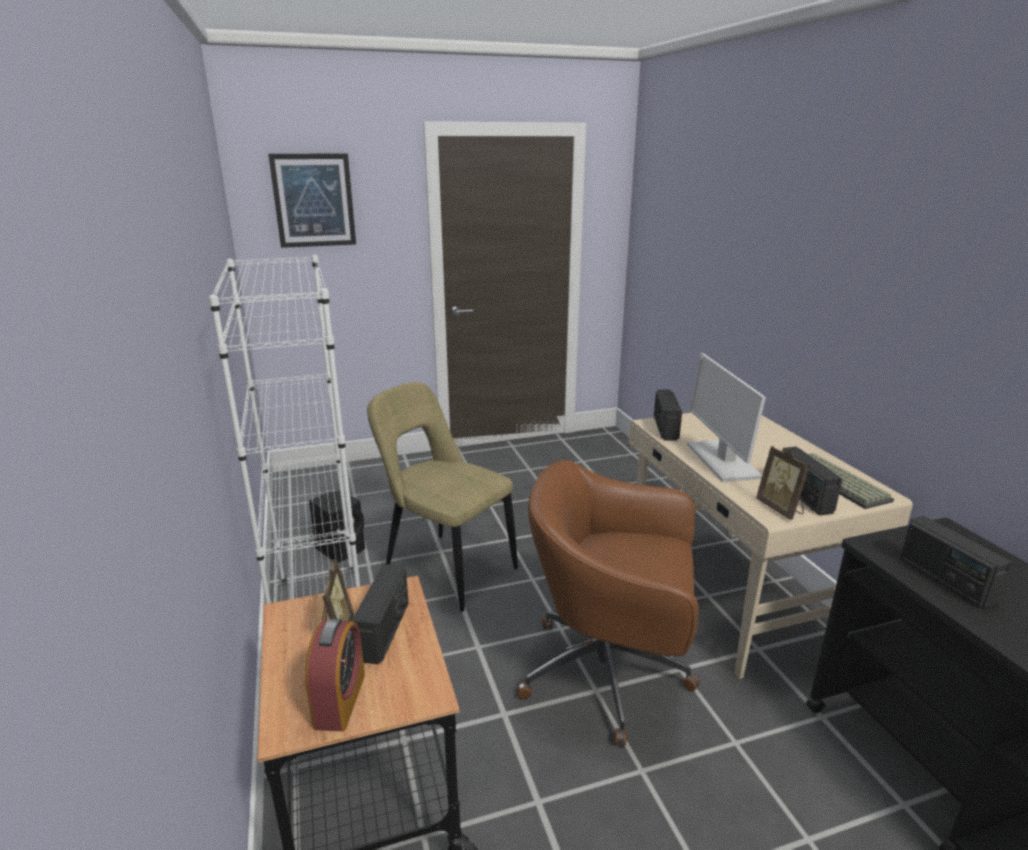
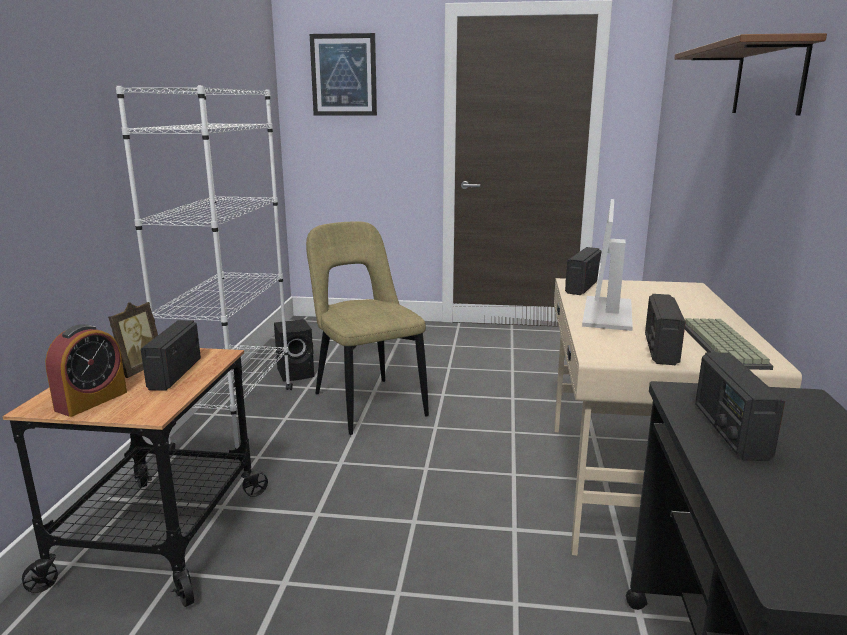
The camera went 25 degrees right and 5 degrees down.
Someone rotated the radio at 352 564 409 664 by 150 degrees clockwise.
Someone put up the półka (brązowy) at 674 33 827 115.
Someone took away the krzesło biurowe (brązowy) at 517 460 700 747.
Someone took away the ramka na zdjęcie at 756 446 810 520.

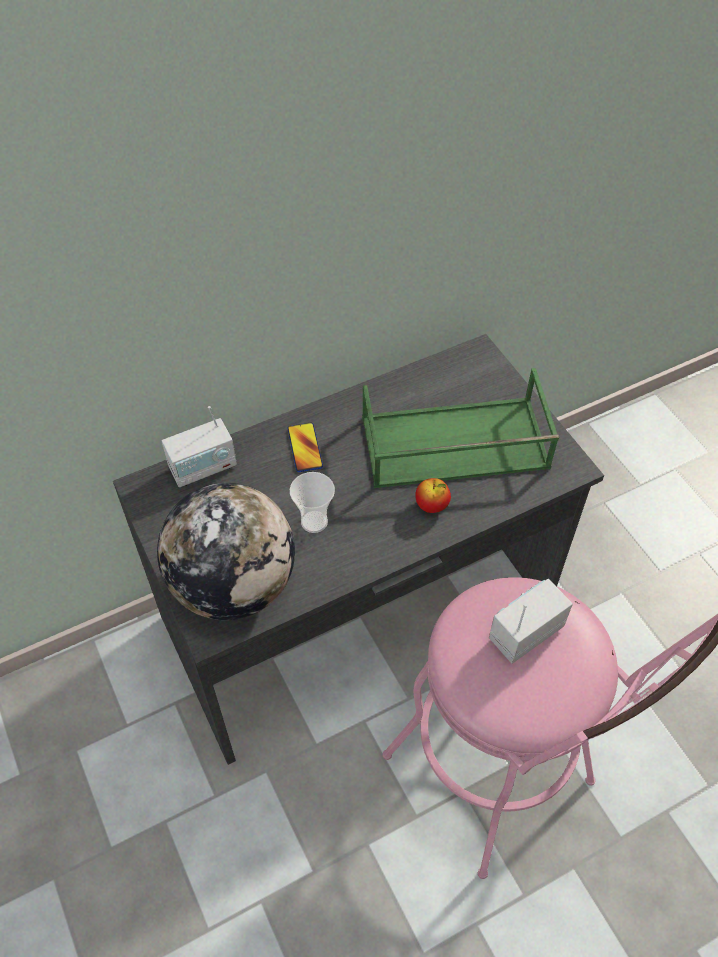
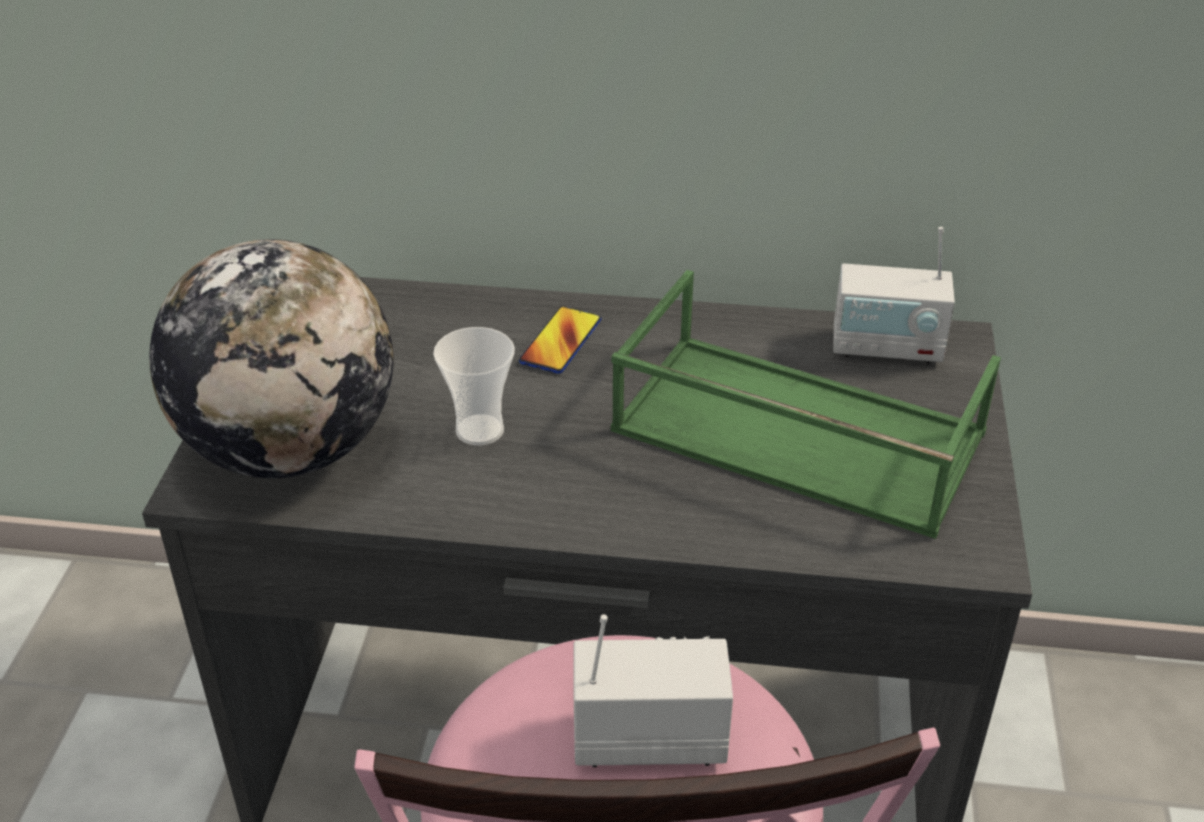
The camera went 35 degrees right and 15 degrees down.
Someone carried the radio from 162 406 237 487 to 833 227 955 364.
Someone took away the jabłko at 415 478 451 513.

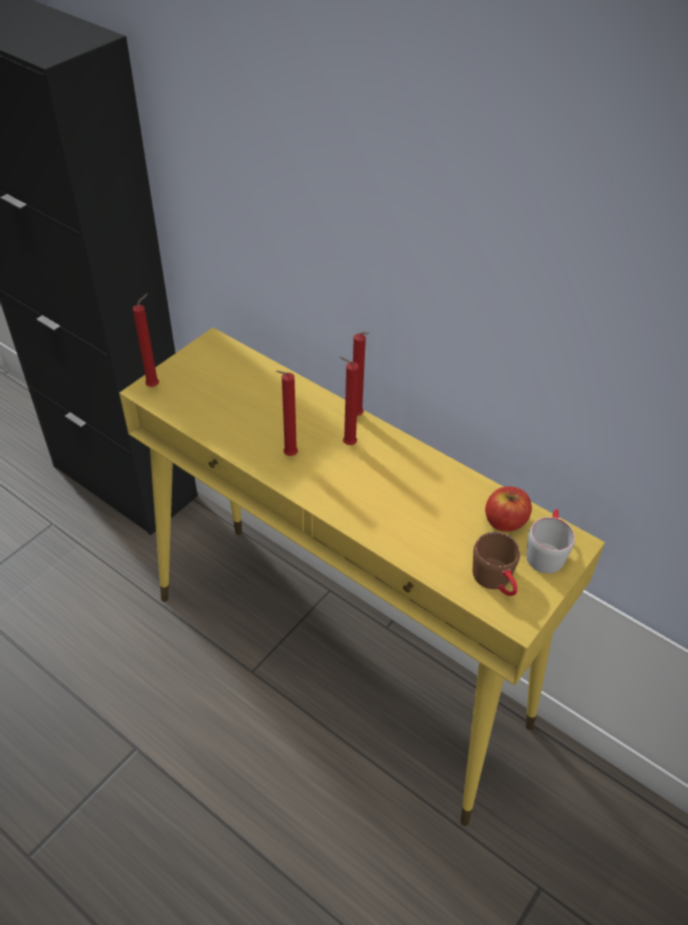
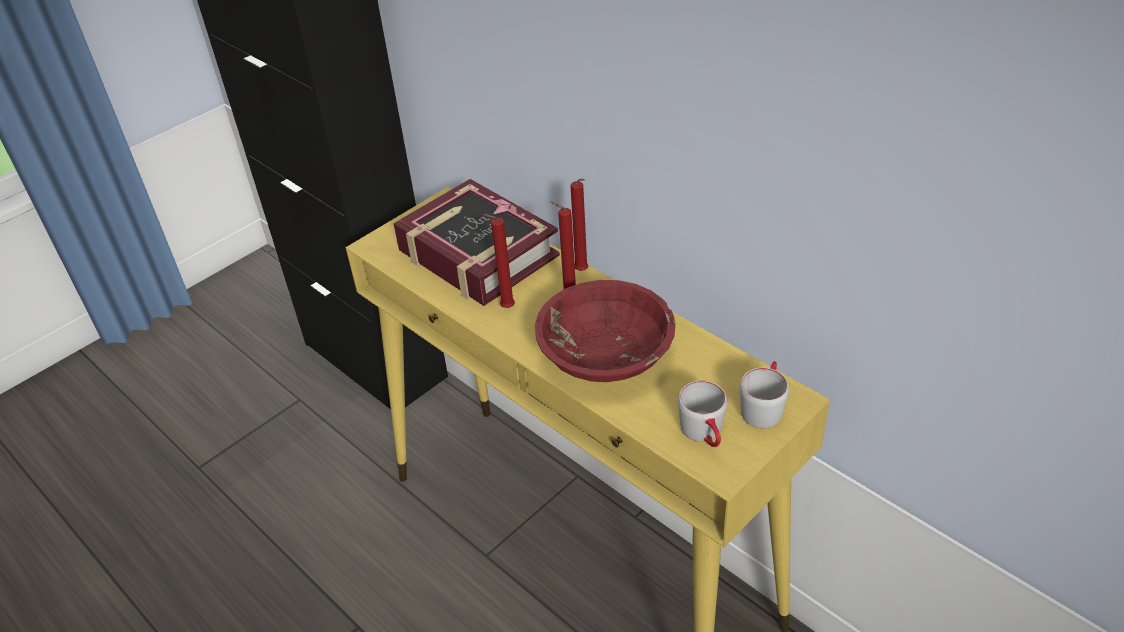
The camera went 10 degrees right and 5 degrees down.
Someone put down the książka at 393 179 560 306.
Someone put down the miska (czerwony) at 535 280 676 382.
Someone repainted the kubek (brązowy) at 473 532 520 596, which became the kubek (szary) at 678 381 727 447.
Someone took away the świeca (czerwony) at 132 294 159 387.
Someone took away the jabłko at 485 486 532 532.

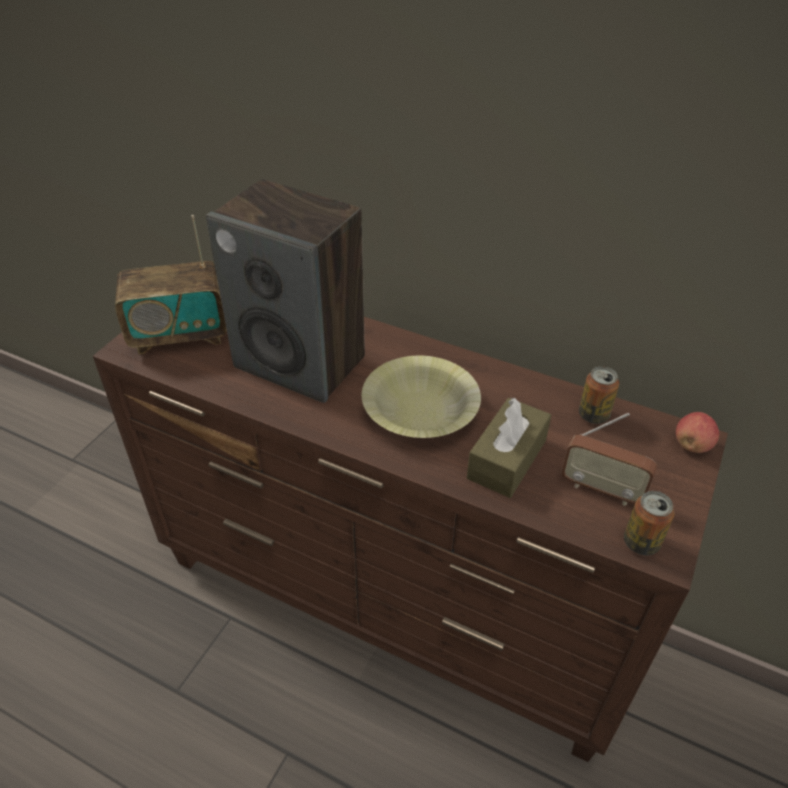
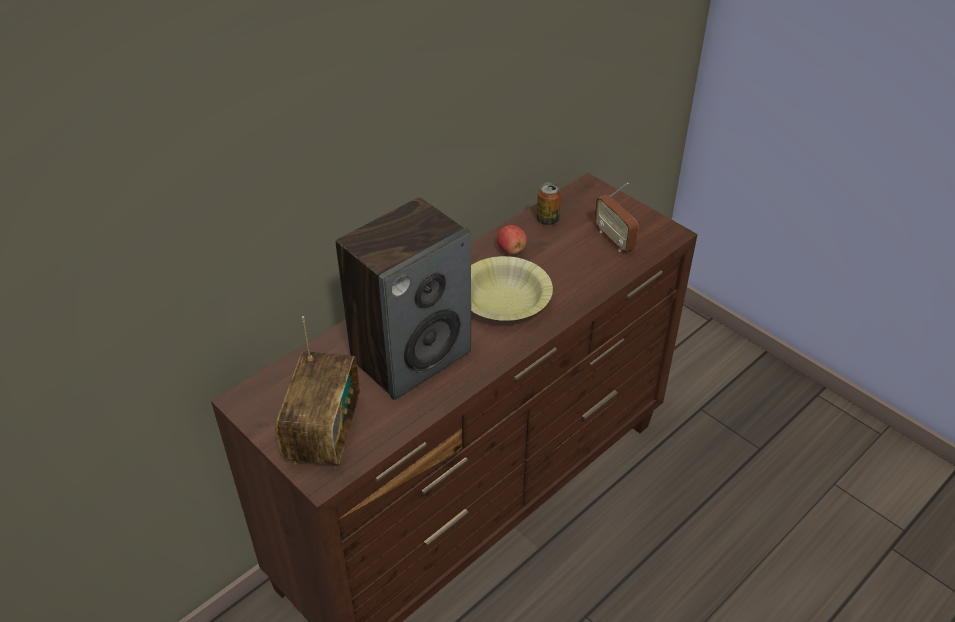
The camera went 70 degrees left and 0 degrees up.
Someone carried the jabłko from 676 412 719 453 to 497 225 527 254.
Someone rotated the radio at 562 413 657 506 by 105 degrees clockwise.
Someone took away the pudełko chusteczek (brązowy) at 467 398 551 498.
Someone took away the puszka at 624 491 674 555.

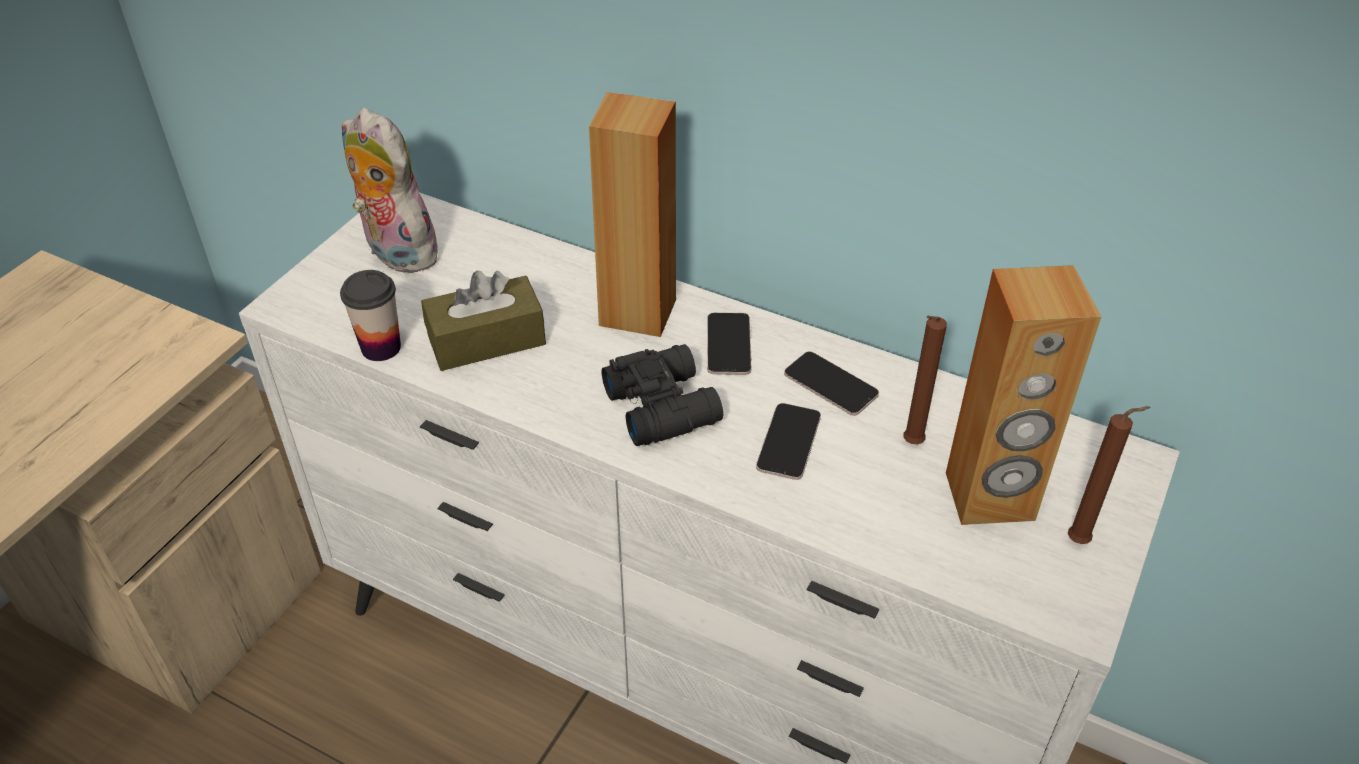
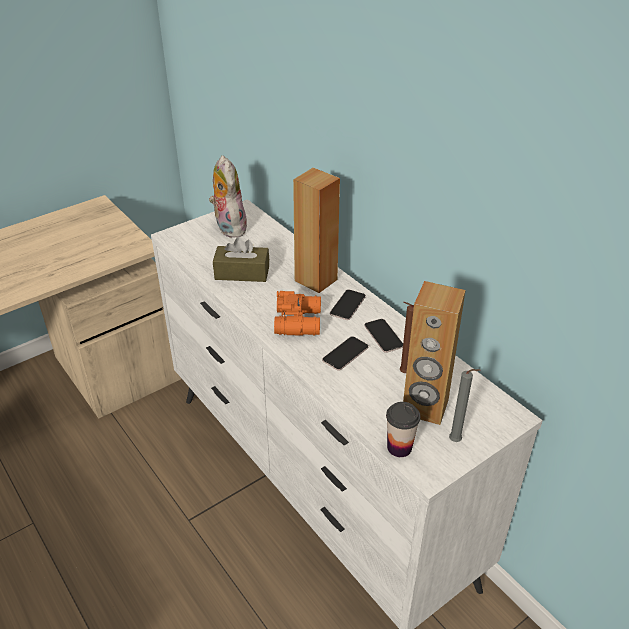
The camera went 25 degrees right and 5 degrees down.
Someone repainted the lornetka (czarny) at 601 344 723 446, which became the lornetka (pomarańczowy) at 274 291 321 336.
Someone carried the filiżanka from 340 270 401 361 to 386 402 420 457.
Someone repainted the świeca (brązowy) at 1068 406 1150 544, which became the świeca (szary) at 449 369 480 442.

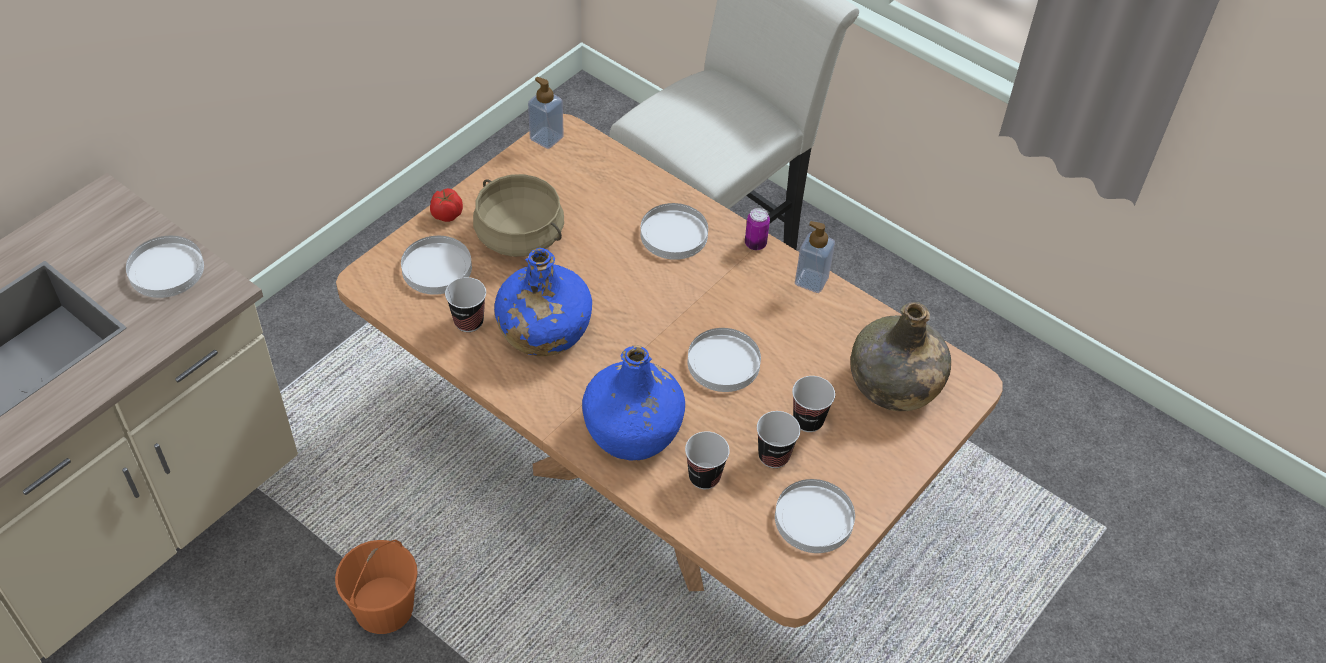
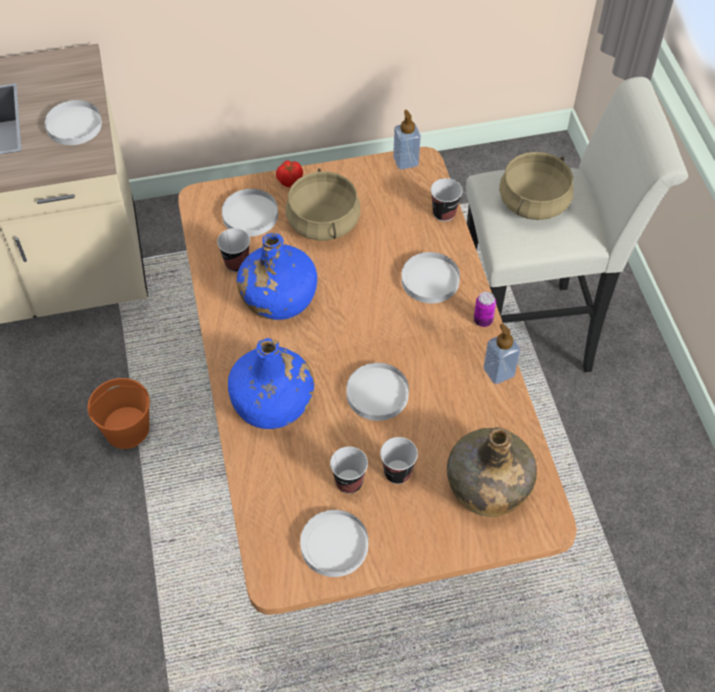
The camera went 40 degrees right and 5 degrees up.
Someone carried the filiżanka from 685 431 730 489 to 431 178 463 222.
Someone put down the garnek (beżowy) at 499 152 574 220.

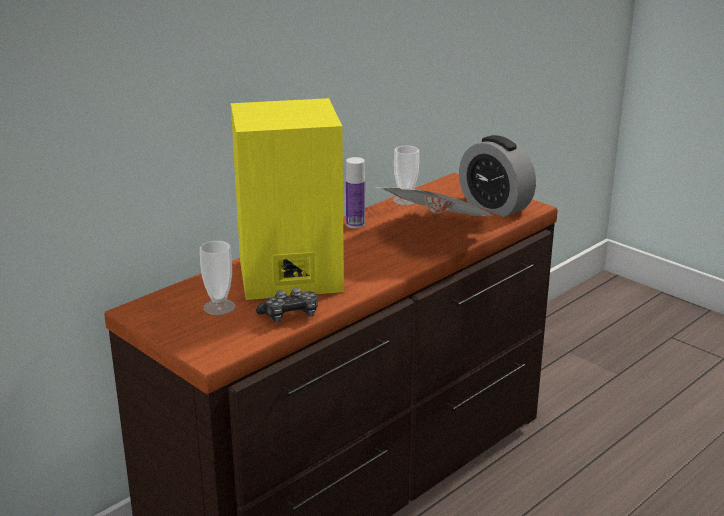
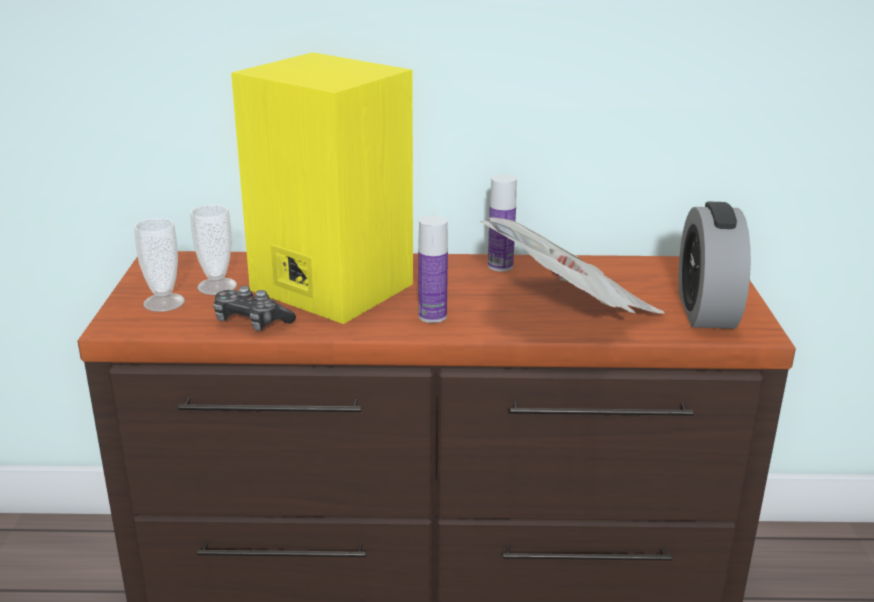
The camera went 45 degrees right and 0 degrees up.
Someone carried the filiżanka from 393 146 419 206 to 134 218 185 312.
Someone put down the butelka at 418 215 448 323.

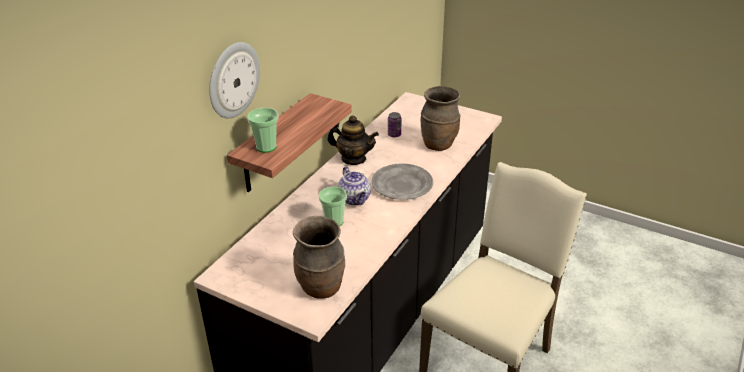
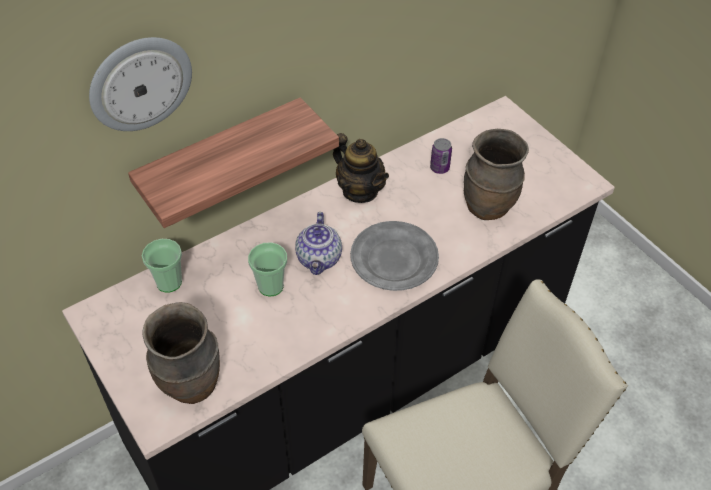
The camera went 25 degrees right and 15 degrees up.
Someone carried the filiżanka from 247 108 278 153 to 142 239 182 293.

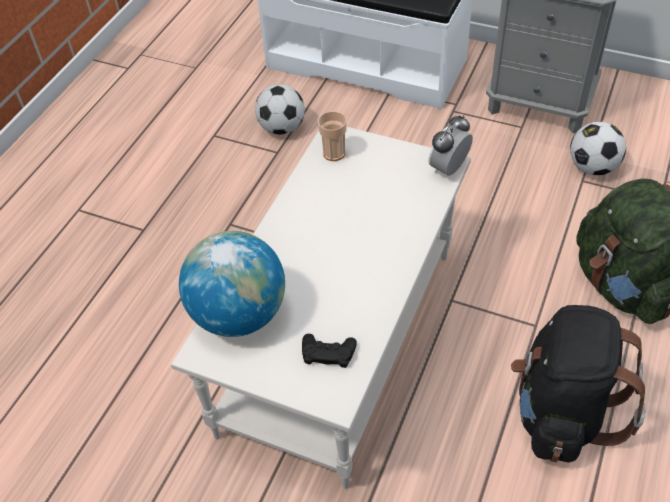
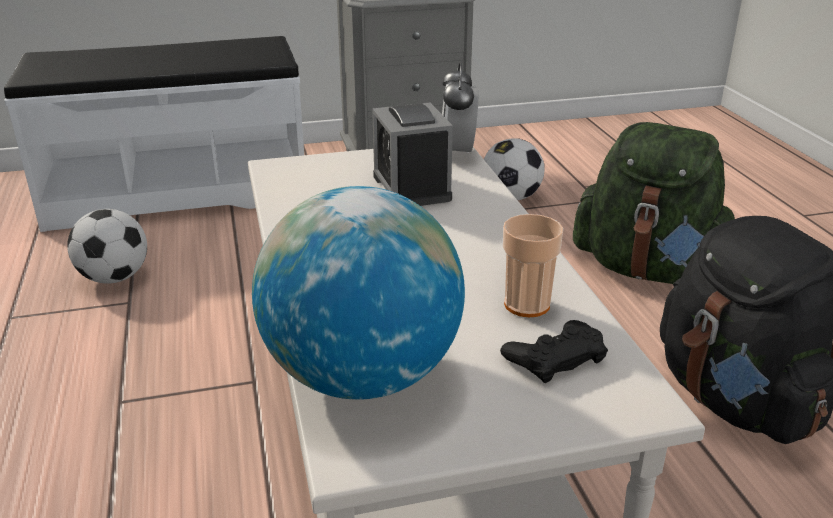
The camera went 40 degrees left and 20 degrees down.
Someone put down the budzik at 372 103 453 206.
Someone carried the filiżanka from 318 111 347 161 to 503 214 563 317.

